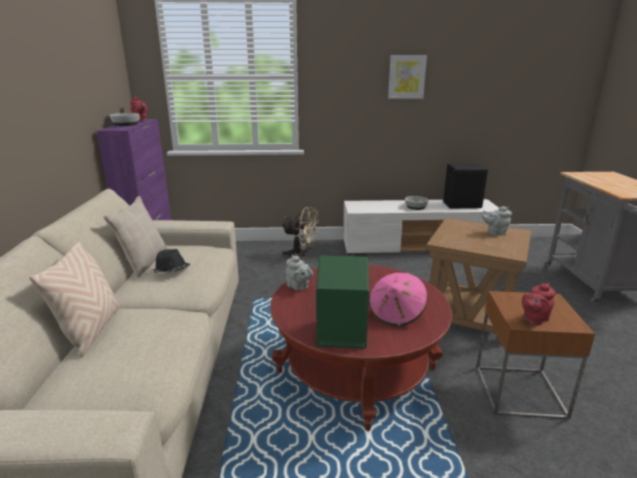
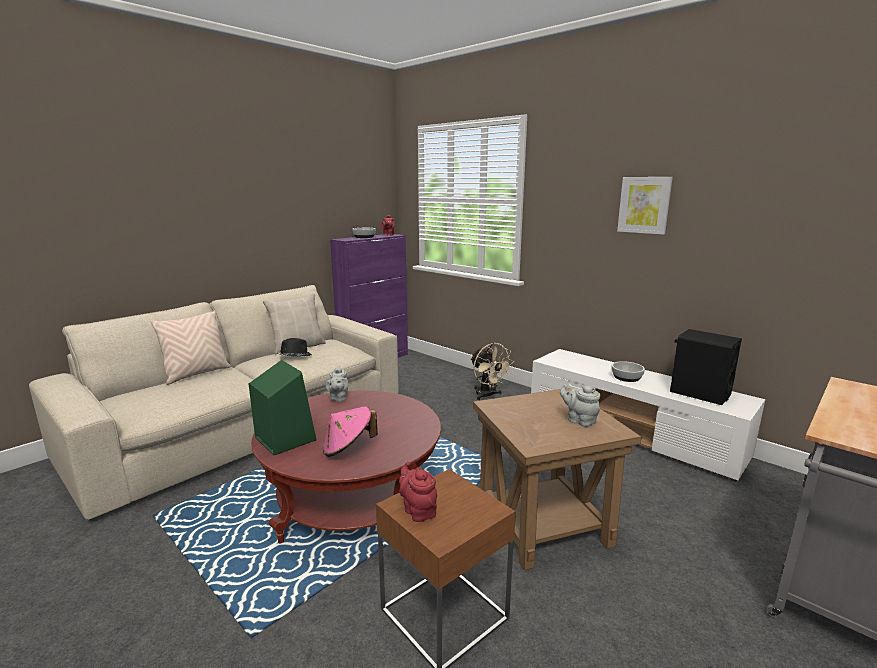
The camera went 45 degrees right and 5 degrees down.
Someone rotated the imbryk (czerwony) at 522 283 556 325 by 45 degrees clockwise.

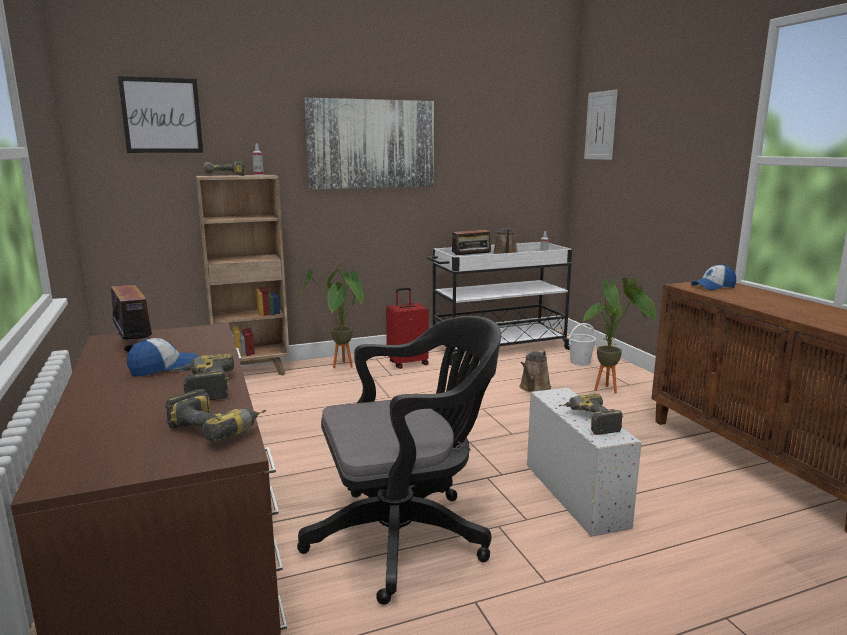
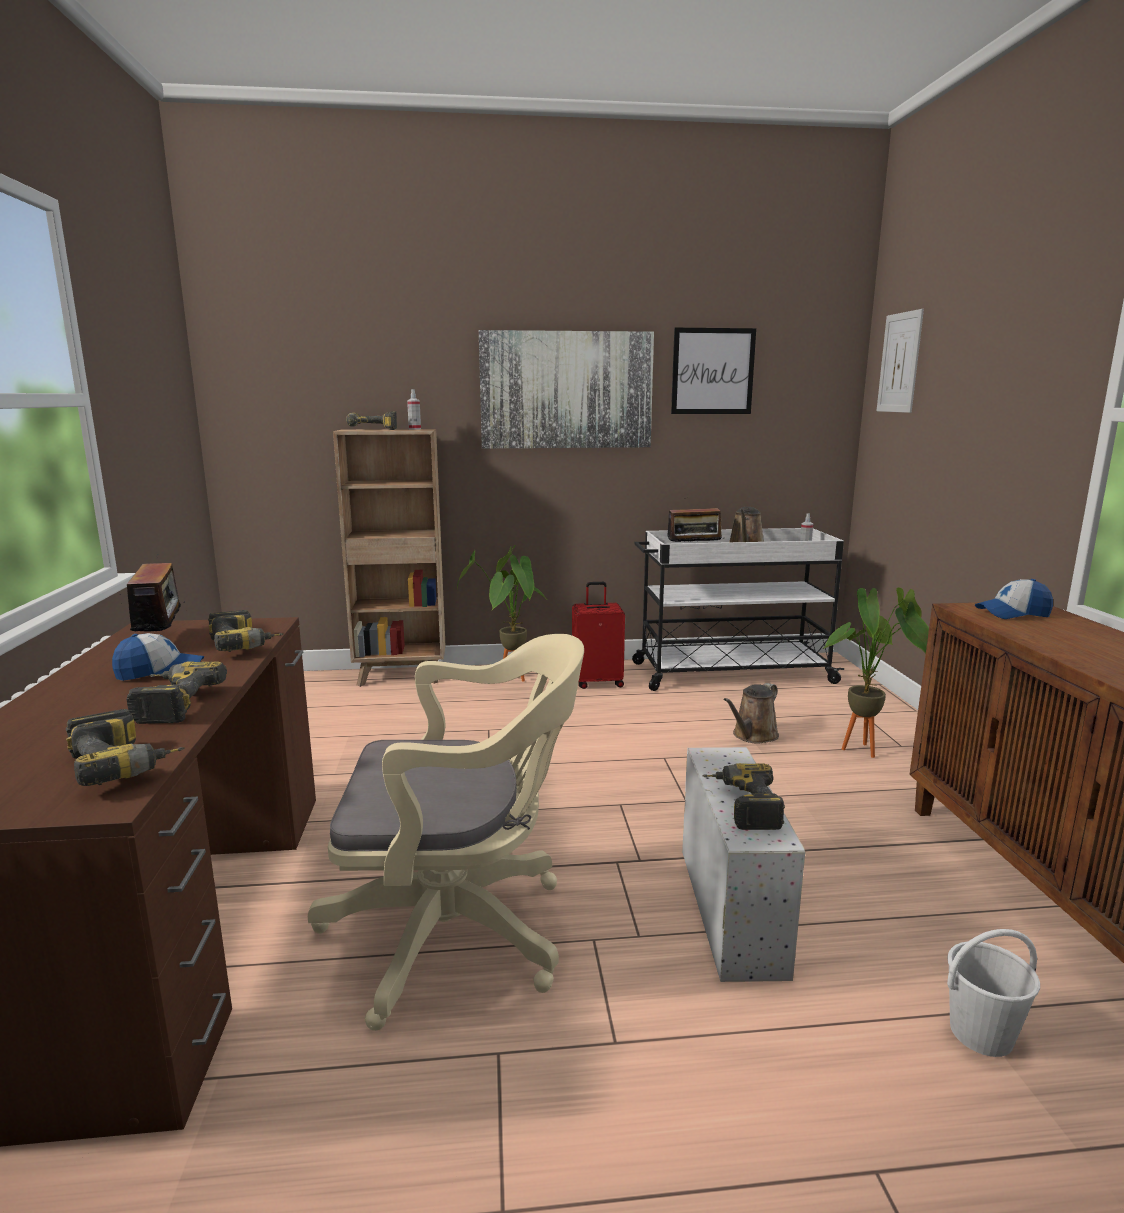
The camera went 15 degrees right and 0 degrees up.
Someone put down the wiertarka at 208 610 283 652.
Someone repainted the krzesło biurowe (czarny) at 297 316 501 605, which became the krzesło biurowe (beżowy) at 308 634 584 1031.
Someone carried the obraz from 118 76 203 153 to 671 328 756 414.
Someone carried the wiadro (biały) from 568 323 596 366 to 947 929 1040 1057.

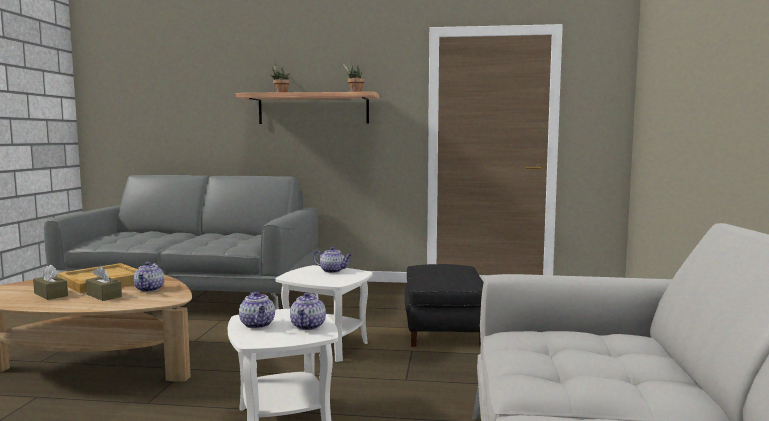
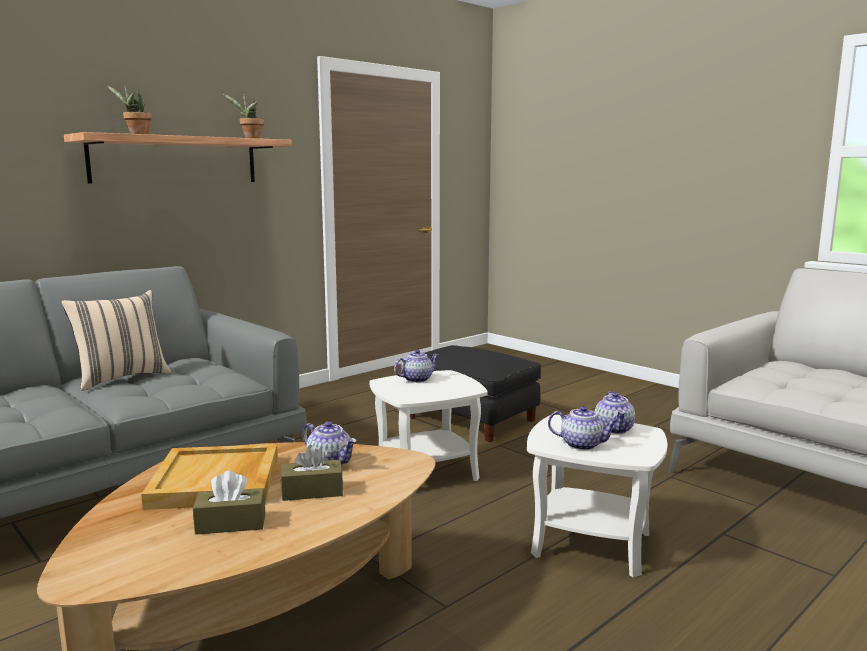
The camera went 50 degrees left and 5 degrees up.
Someone put down the poduszka (beżowy) at 61 290 171 391.
Someone rotated the imbryk at 290 292 326 330 by 45 degrees clockwise.

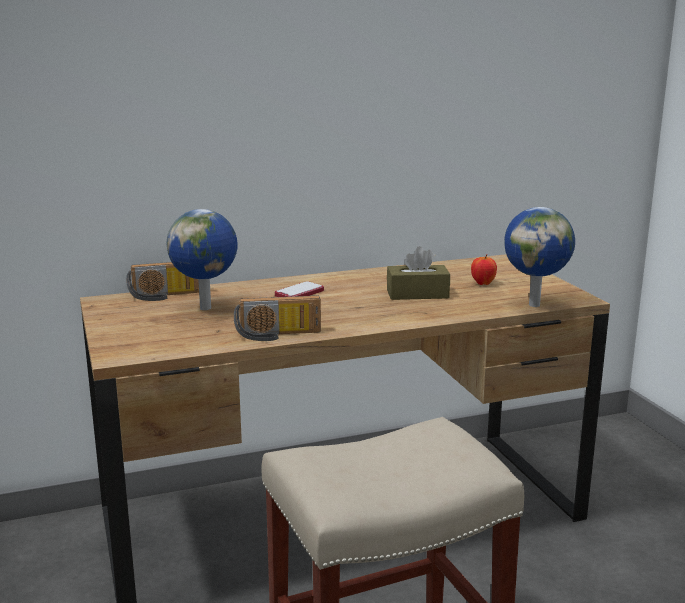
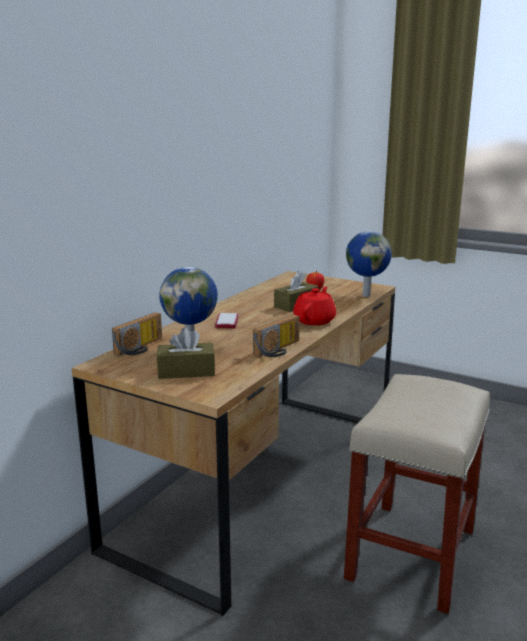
The camera went 40 degrees left and 0 degrees up.
Someone put down the pudełko chusteczek (brązowy) at 157 327 215 379.
Someone put down the imbryk (czerwony) at 293 286 336 325.

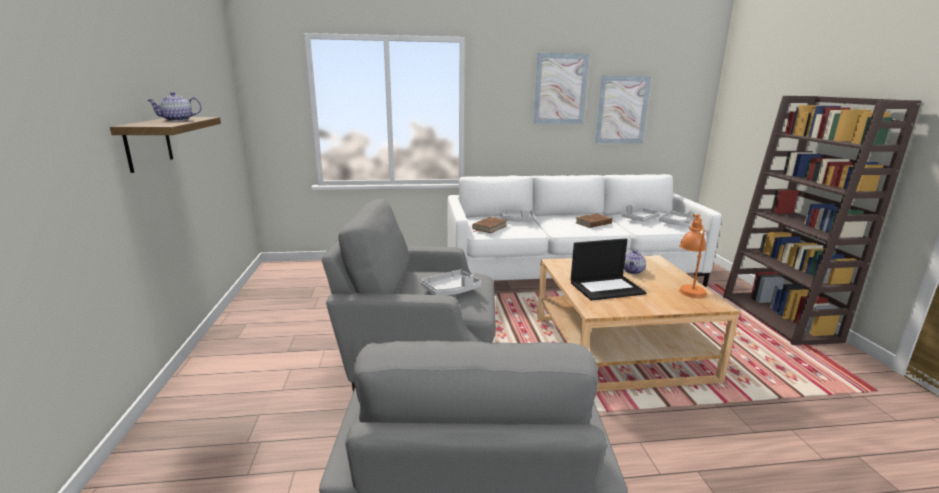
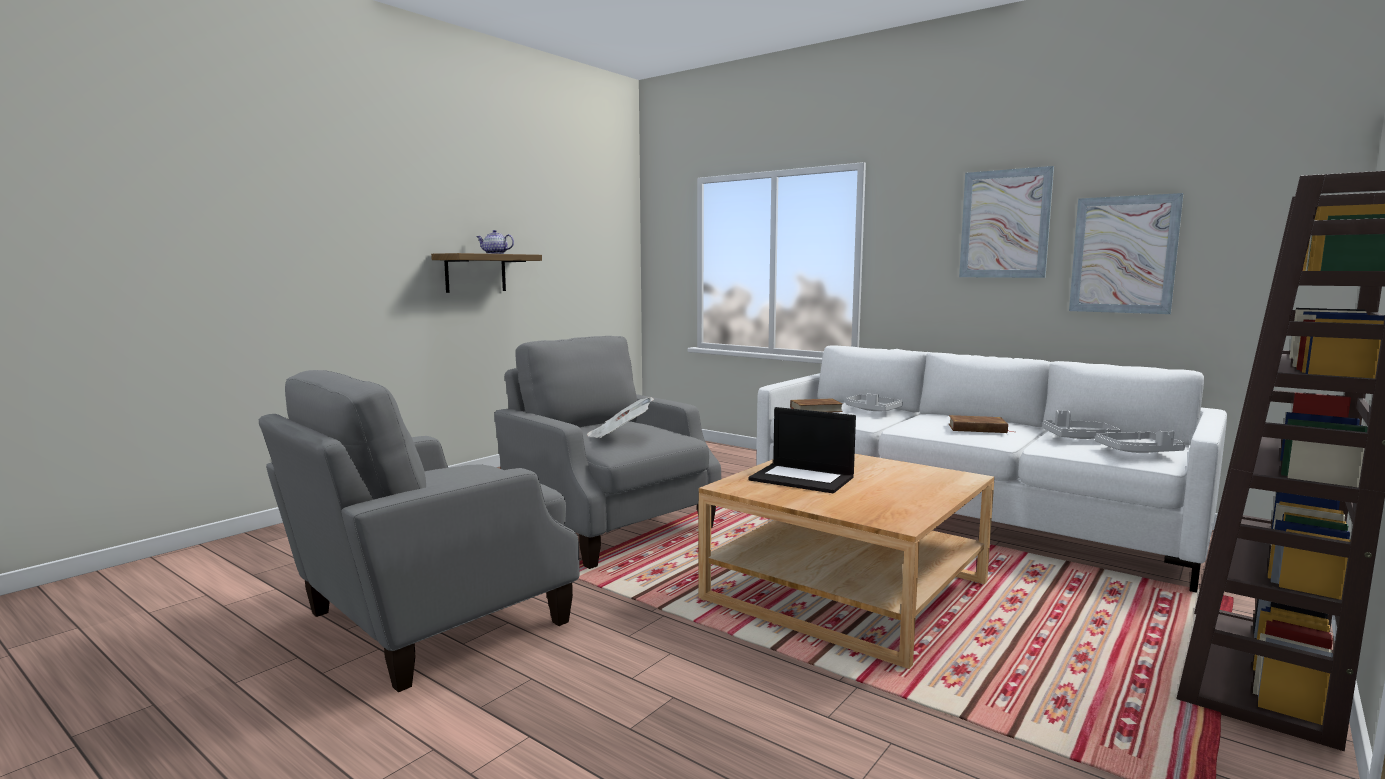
The camera went 45 degrees right and 10 degrees down.
Someone swapped the taca (szary) at 420 270 482 296 for the gazeta at 587 397 654 438.
Someone took away the imbryk at 624 250 646 274.
Someone took away the lampa stołowa (pomarańczowy) at 679 214 707 298.

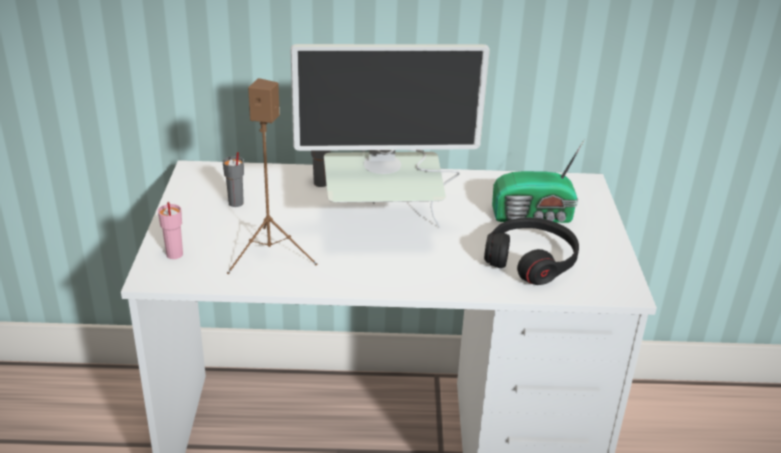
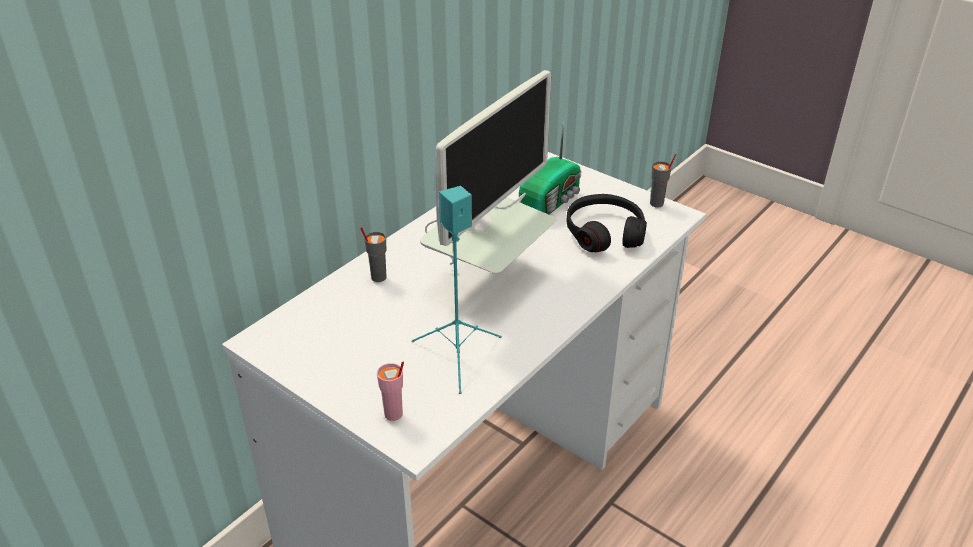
The camera went 50 degrees left and 5 degrees up.
Someone repainted the głośnik (brązowy) at 227 78 318 274, which became the głośnik (turkusowy) at 412 186 502 394.
Someone carried the filiżanka (szary) from 223 152 244 207 to 650 154 677 208.

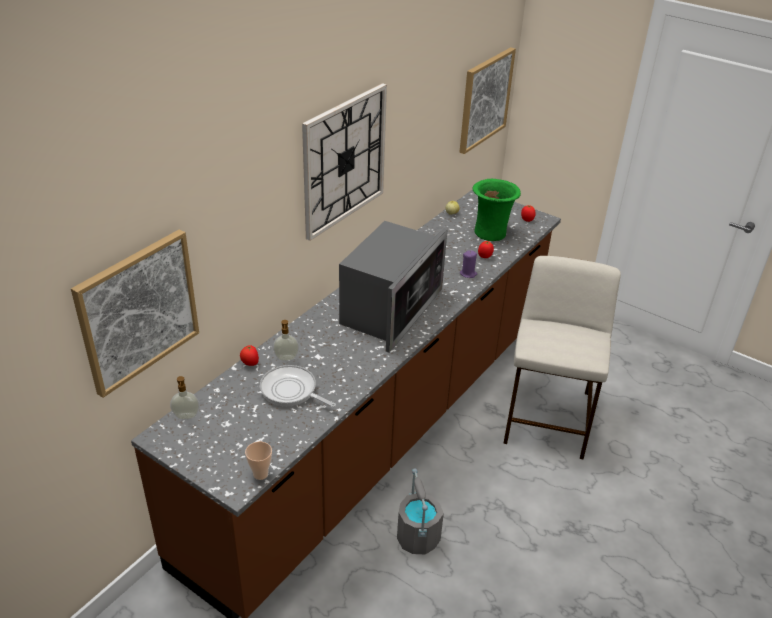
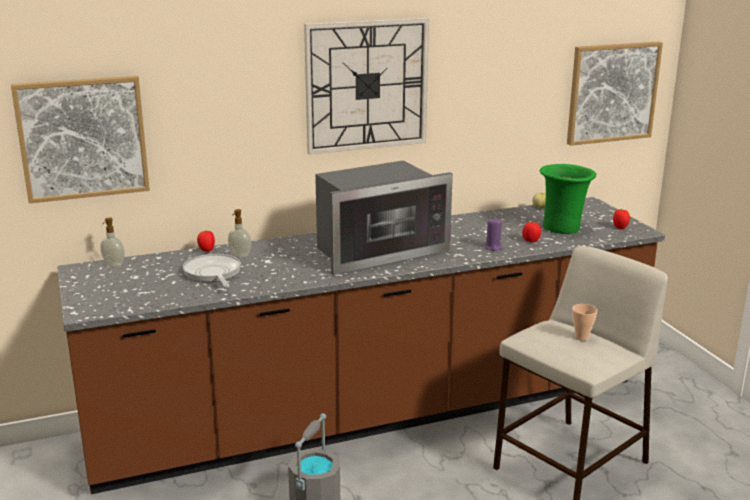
The camera went 35 degrees right and 15 degrees down.
Someone carried the filiżanka from 245 442 272 480 to 572 304 597 340.

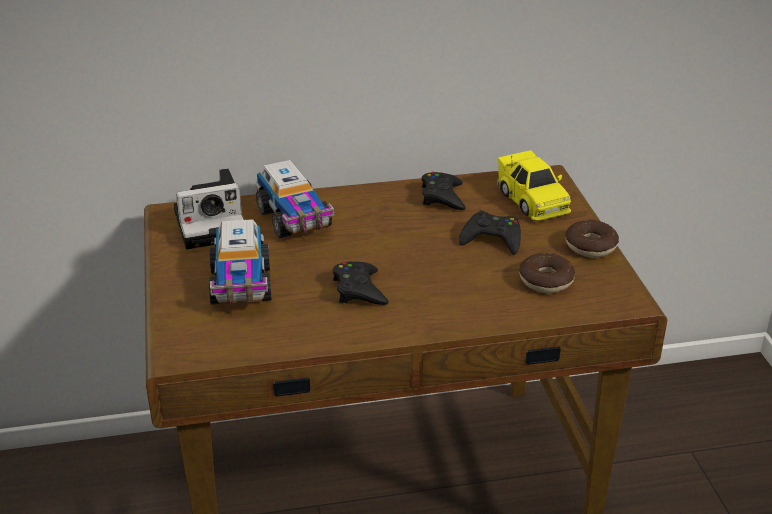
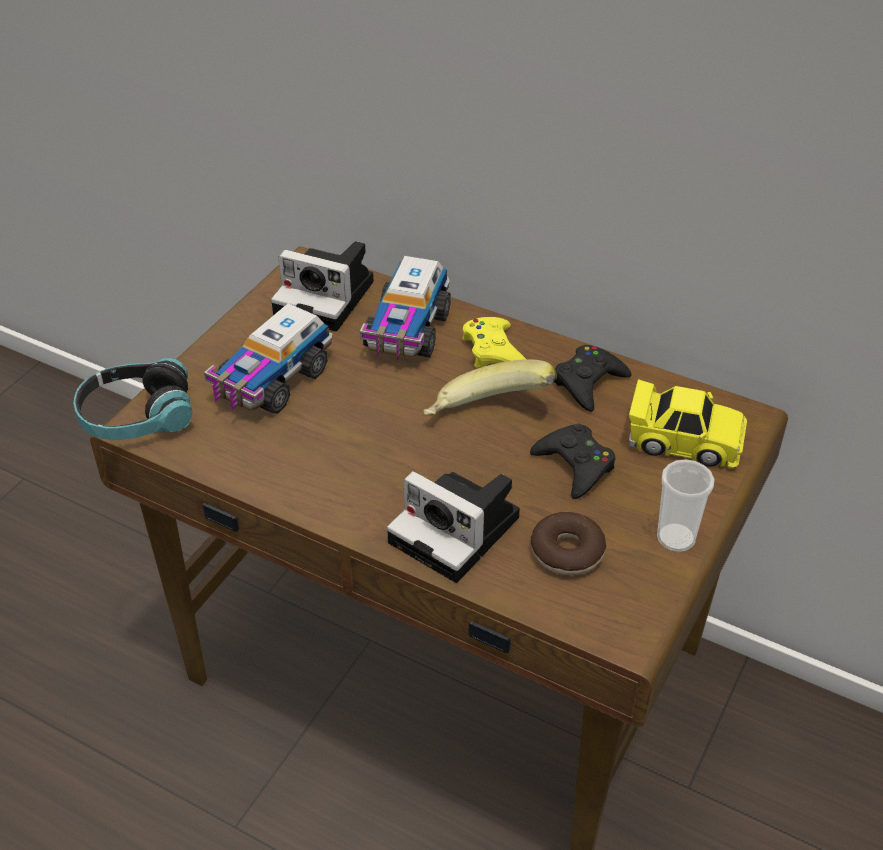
The camera went 40 degrees right and 10 degrees up.
Someone put down the słuchawki at 73 358 193 440.
Someone put down the aparat fotograficzny at 387 471 520 583.
Someone put down the banan at 423 359 557 416.
Someone put down the pad do gier (żółty) at 462 317 526 368.
Someone rotated the samochodzik (żółty) at 498 150 571 221 by 90 degrees counterclockwise.
Someone swapped the donut at 565 220 619 258 for the filiżanka at 657 459 715 552.
Someone took away the pad do gier (czarny) at 333 261 389 305.

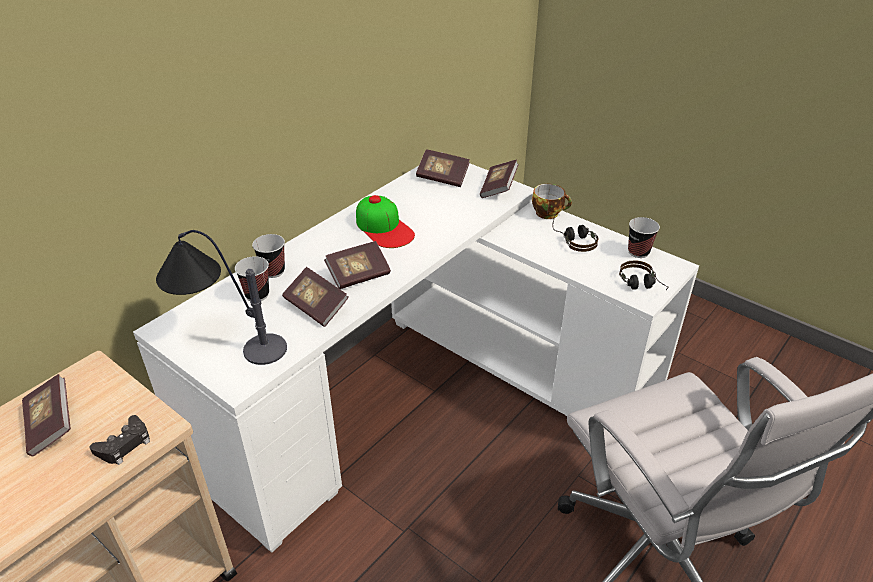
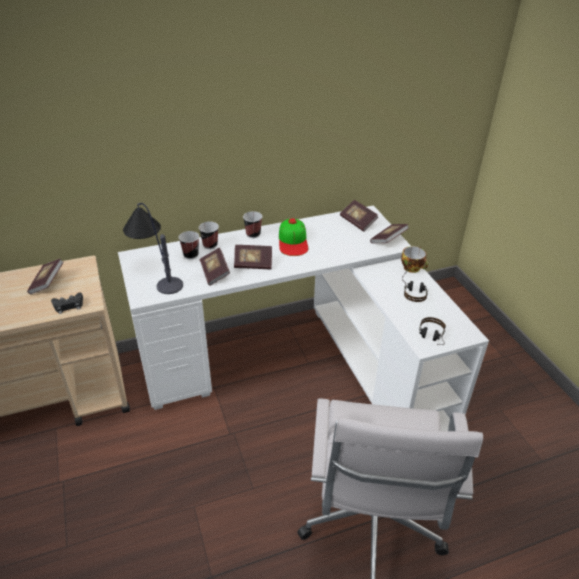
The camera went 30 degrees right and 0 degrees up.
Someone carried the filiżanka from 628 217 660 258 to 243 211 263 238.

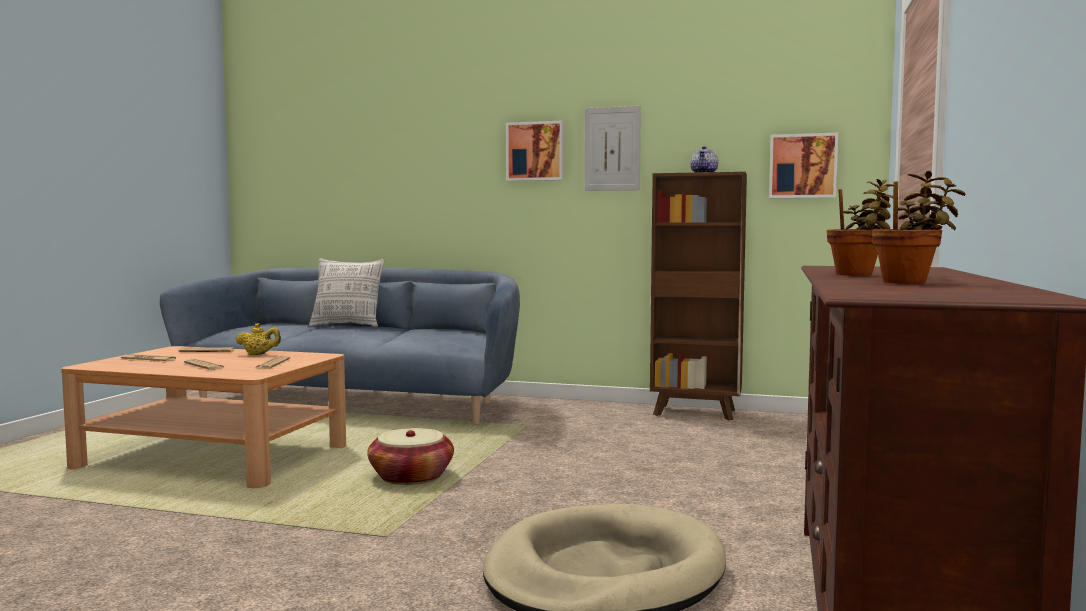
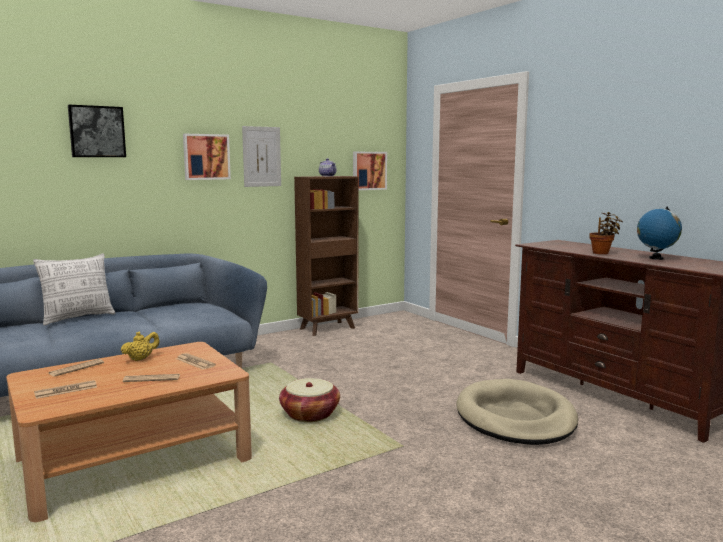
The camera went 50 degrees left and 5 degrees up.
Someone put up the obraz at 68 105 126 157.
Someone swapped the roślina doniczkowa at 872 171 966 284 for the globus at 637 206 682 260.

